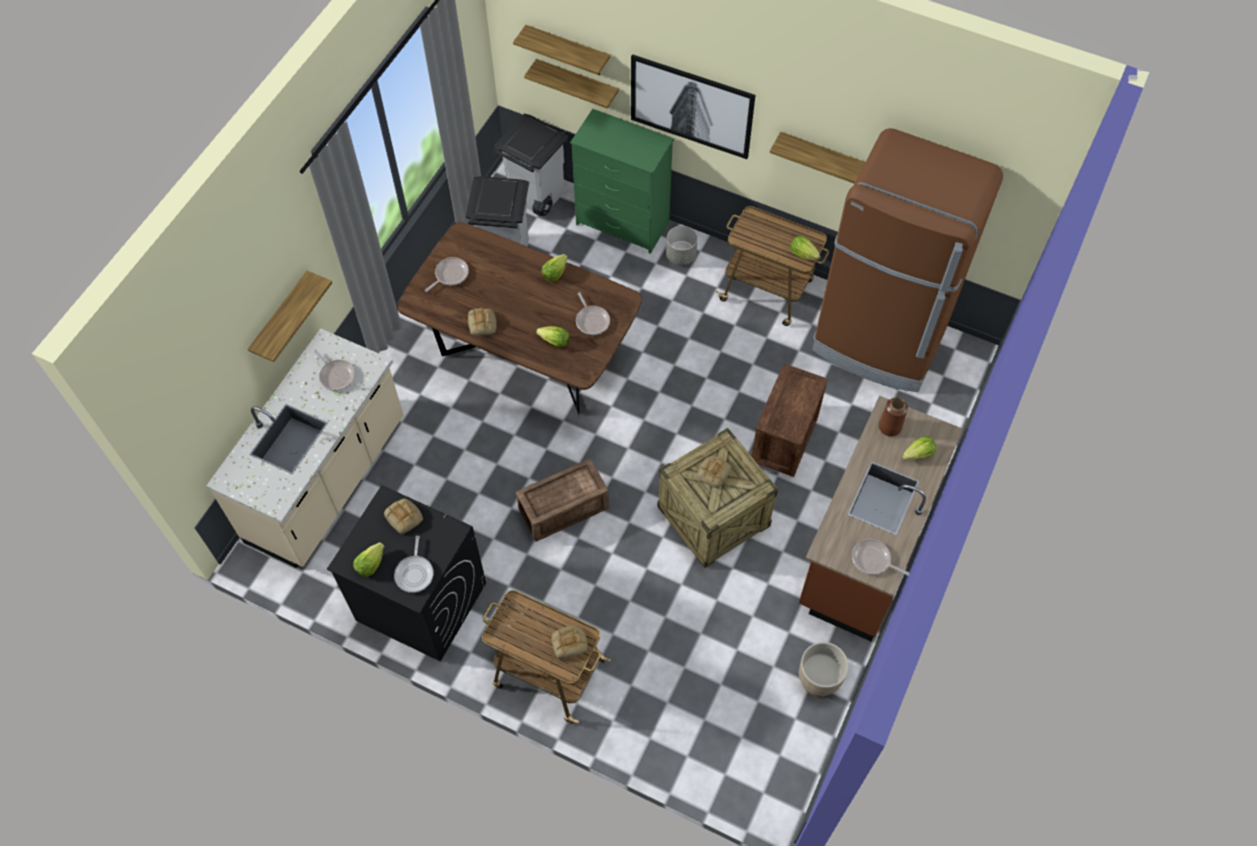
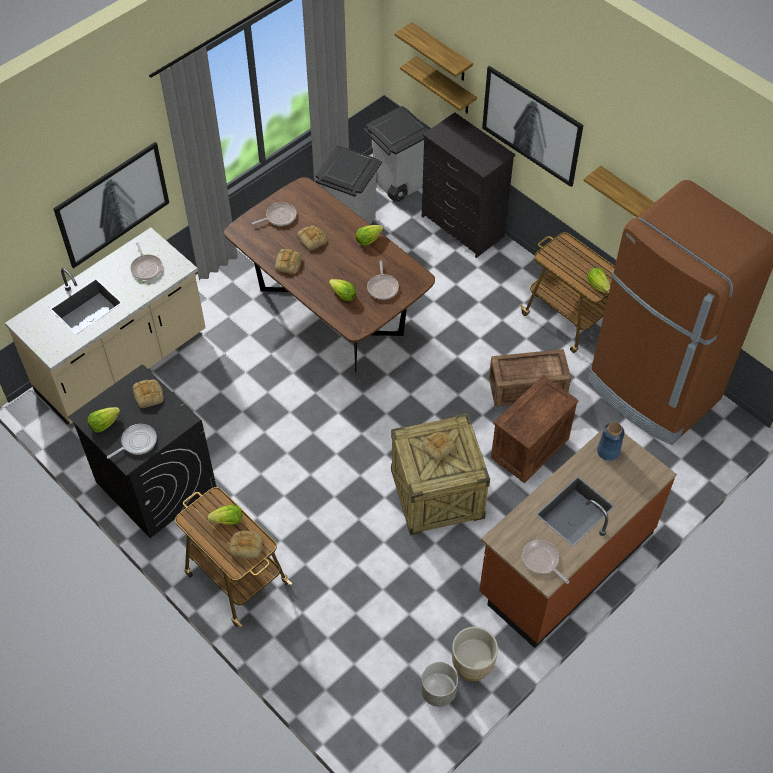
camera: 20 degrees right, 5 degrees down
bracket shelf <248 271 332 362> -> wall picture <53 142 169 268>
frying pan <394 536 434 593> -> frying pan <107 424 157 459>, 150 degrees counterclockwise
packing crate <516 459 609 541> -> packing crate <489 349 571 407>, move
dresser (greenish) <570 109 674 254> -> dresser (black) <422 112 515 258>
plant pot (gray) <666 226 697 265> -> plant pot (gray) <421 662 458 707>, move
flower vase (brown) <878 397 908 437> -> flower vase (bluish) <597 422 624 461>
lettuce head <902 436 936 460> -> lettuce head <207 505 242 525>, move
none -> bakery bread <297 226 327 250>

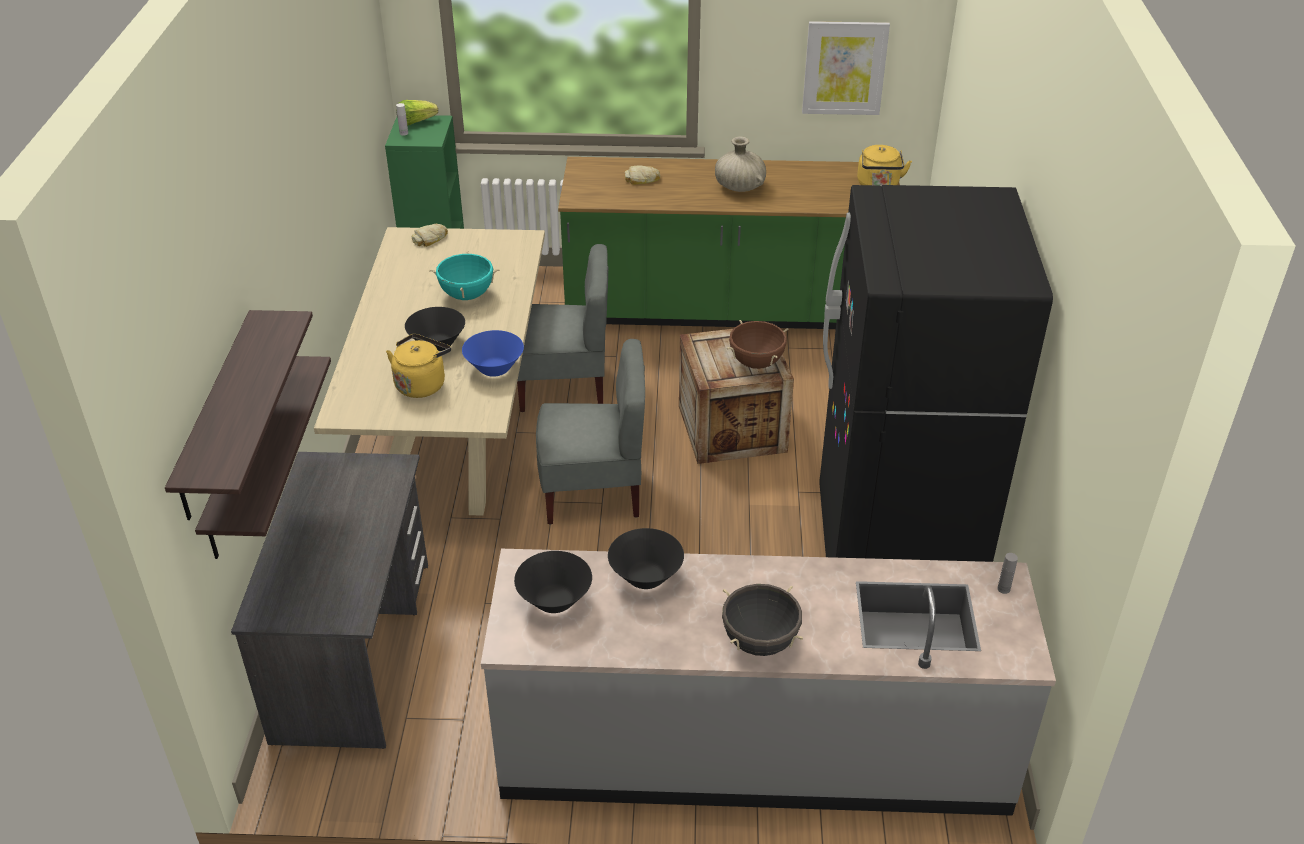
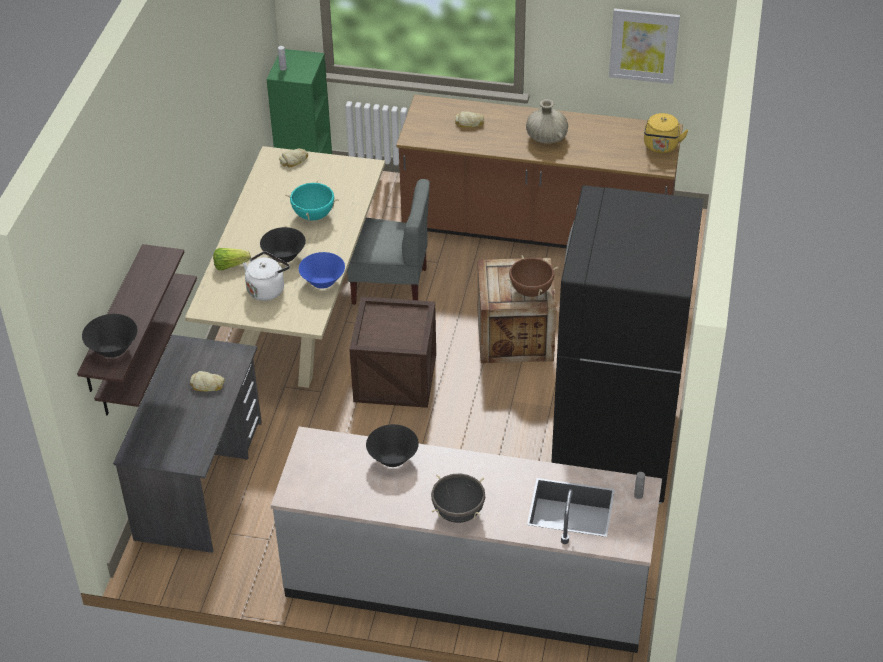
camera: 10 degrees right, 5 degrees up
kettle (yellowish) <386 334 451 398> -> kettle (white) <243 251 290 301>
lettuce head <396 100 438 126> -> lettuce head <213 248 251 270>, move
bowl (black) <514 551 592 613> -> bowl (black) <82 314 138 358>, move
upright chair (gray) <536 339 645 524> -> packing crate <349 297 436 408>
counter (greenish) <558 157 900 329> -> counter (brown) <396 95 683 249>
none -> bakery bread <190 371 225 391>

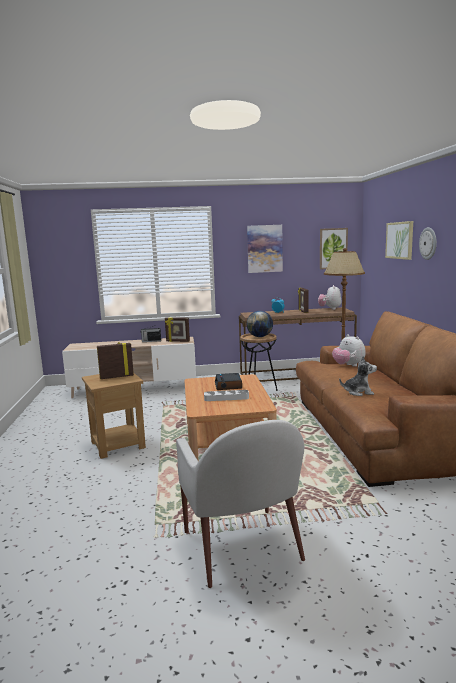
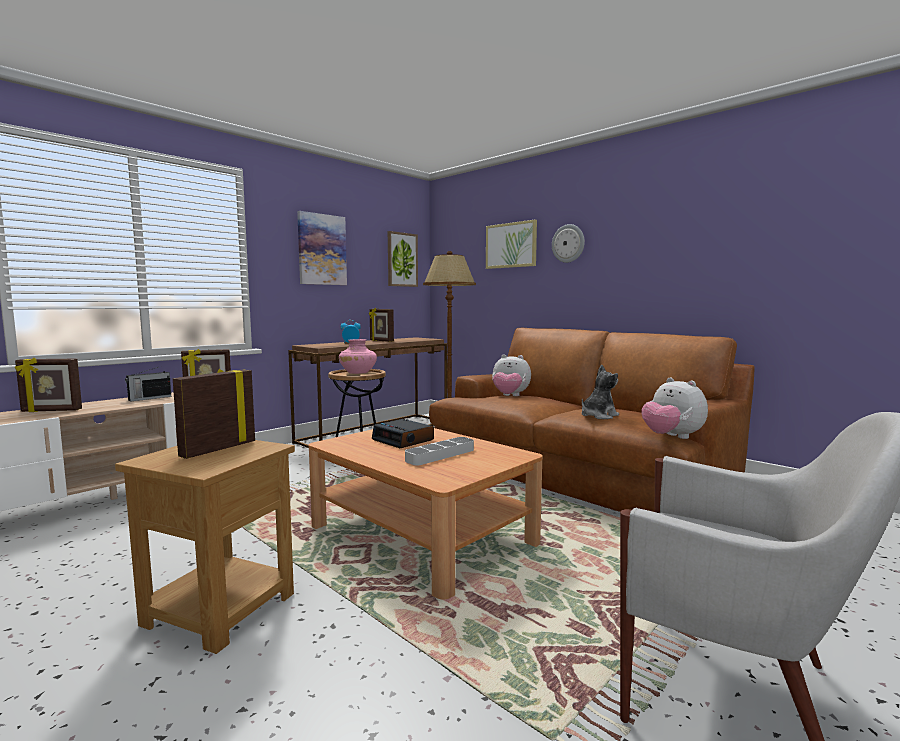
camera: 40 degrees left, 5 degrees down
desk globe <247 311 273 337> -> flower vase (pinkish) <339 339 377 374>
soft toy <318 285 342 310> -> soft toy <642 378 708 439>, move
none -> photo frame <15 358 82 412>

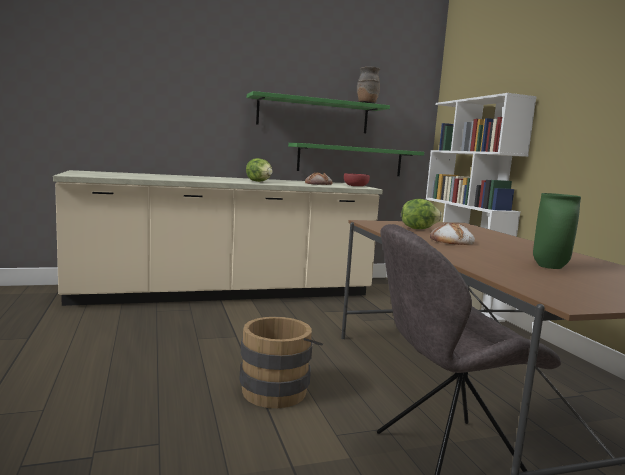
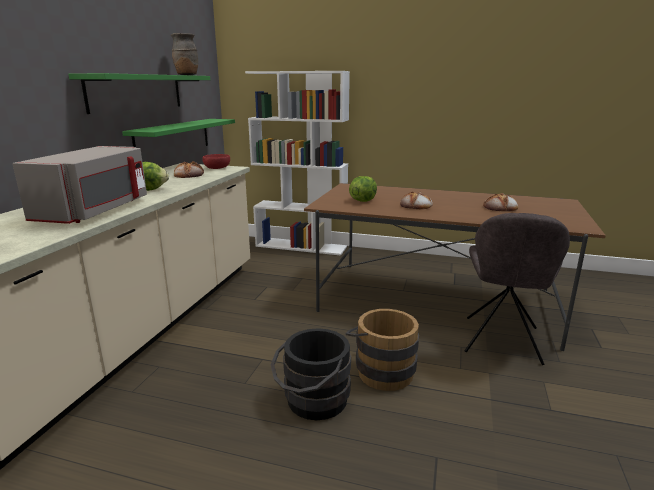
camera: 55 degrees left, 10 degrees up
flower vase (greenish) <533 193 581 269> -> bakery bread <483 193 518 211>
none -> microwave (gray) <12 146 147 224>
none -> pail (black) <271 328 351 420>

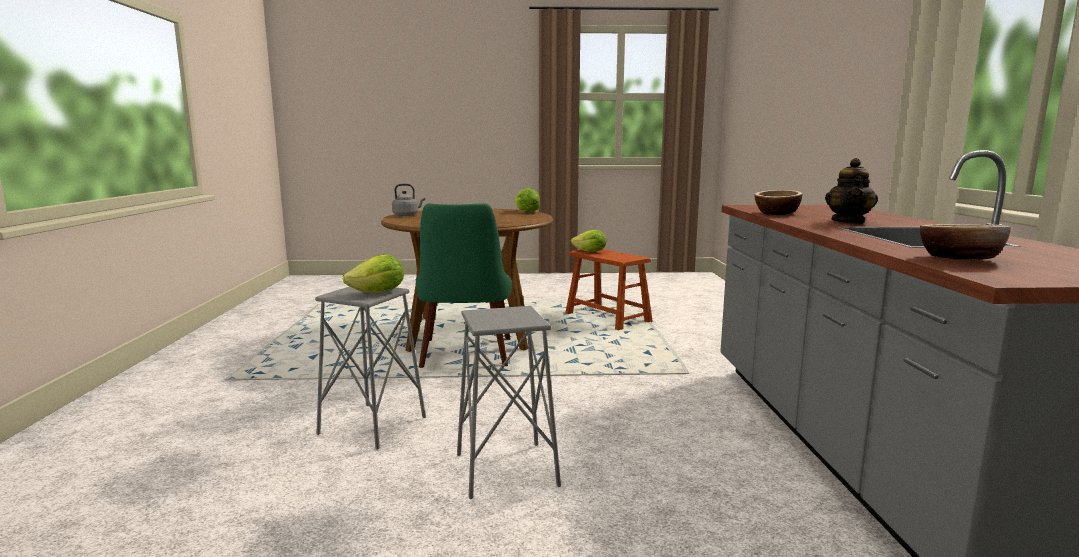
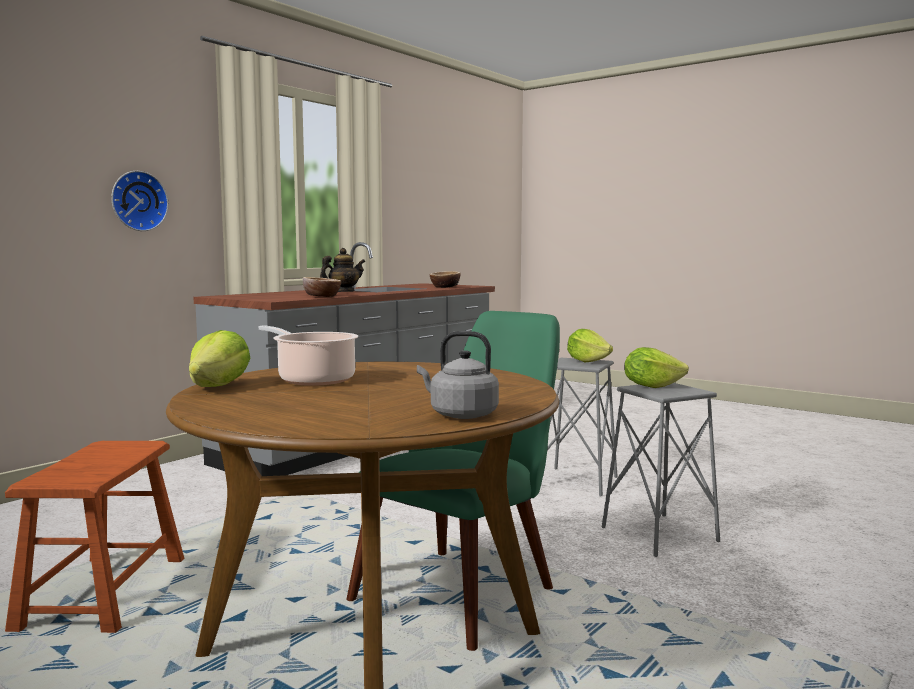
camera: 140 degrees left, 5 degrees down
lettuce head <571 230 606 252> -> lettuce head <567 329 613 362>, move
none -> wall clock <111 171 168 231>
none -> stockpot <259 325 358 386>

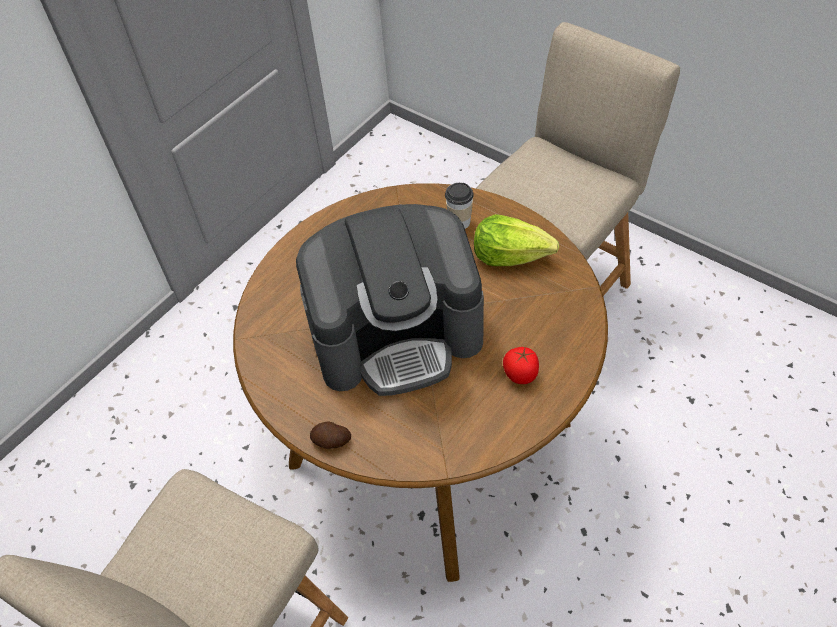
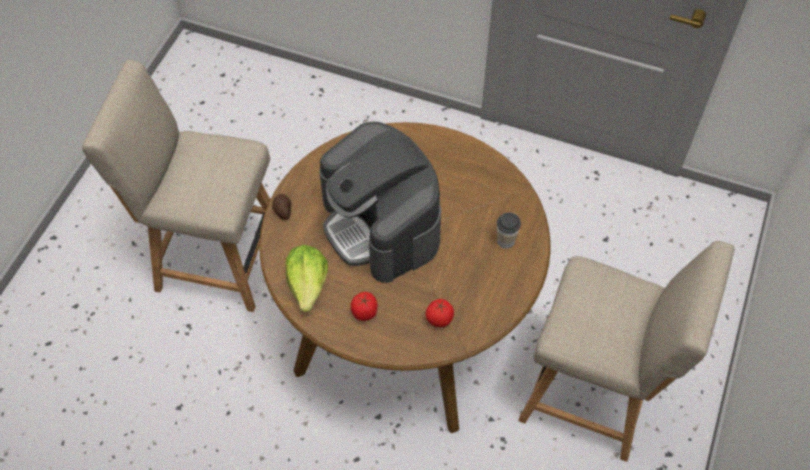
camera: 70 degrees right, 5 degrees up
lettuce head <474 214 559 266> -> lettuce head <285 245 328 312>, move
none -> fresh tomato <426 299 454 327>

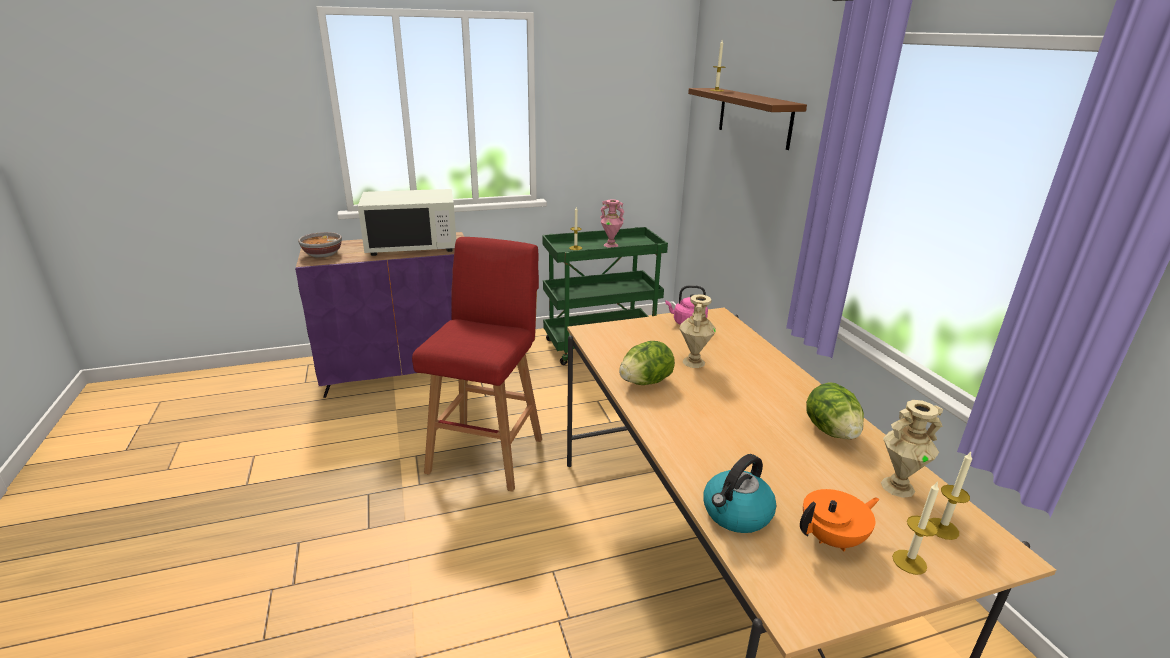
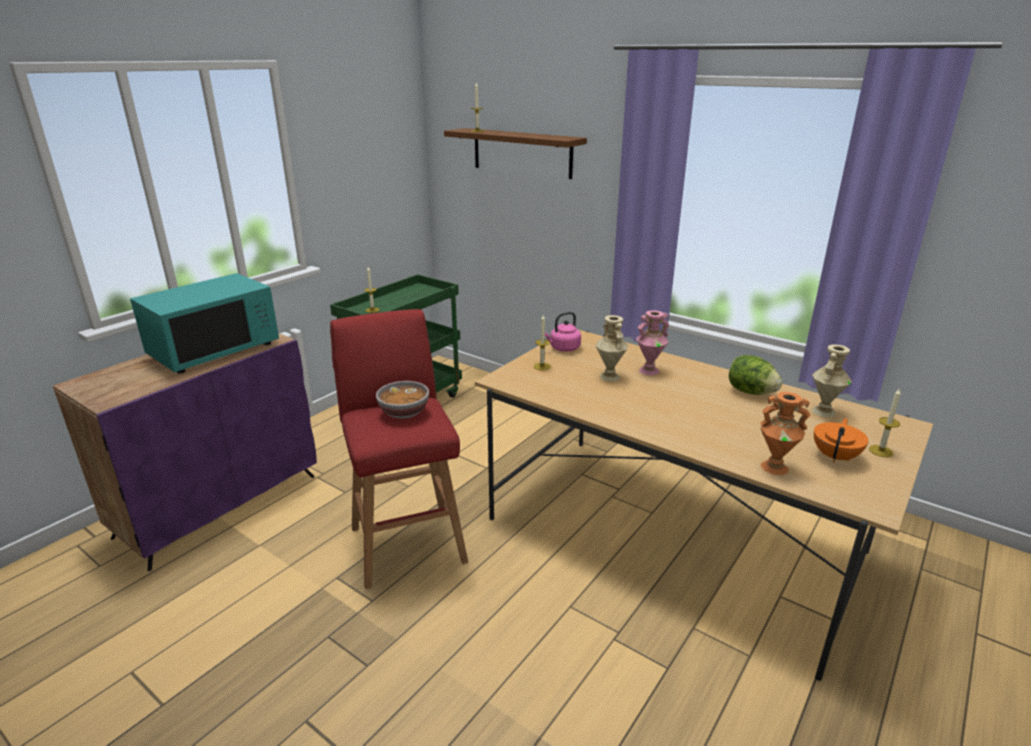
camera: 35 degrees left, 0 degrees up
bowl <298 232 342 258> -> bowl <376 381 429 419>, move
microwave (white) <358 189 456 256> -> microwave (turquoise) <130 273 279 374>
flower vase (pinkish) <600 199 624 248> -> flower vase (pinkish) <636 310 669 375>, move
lettuce head <619 341 675 385> -> none
kettle <703 454 776 533> -> flower vase (orange-coloured) <760 392 811 475>
candle <929 452 972 540> -> candle <534 315 551 370>, move

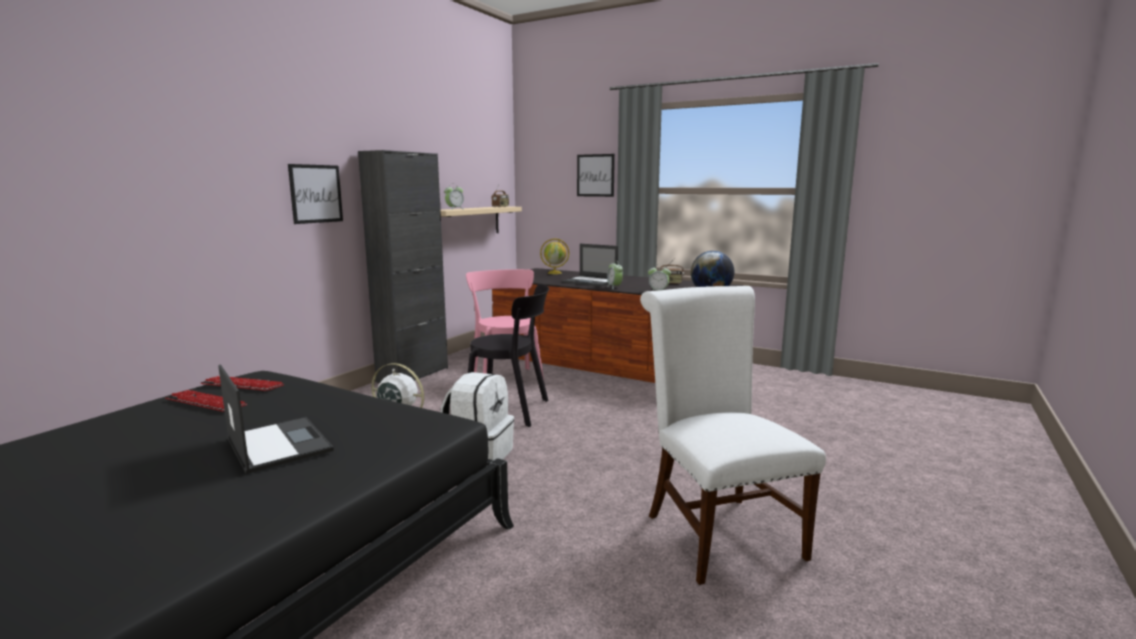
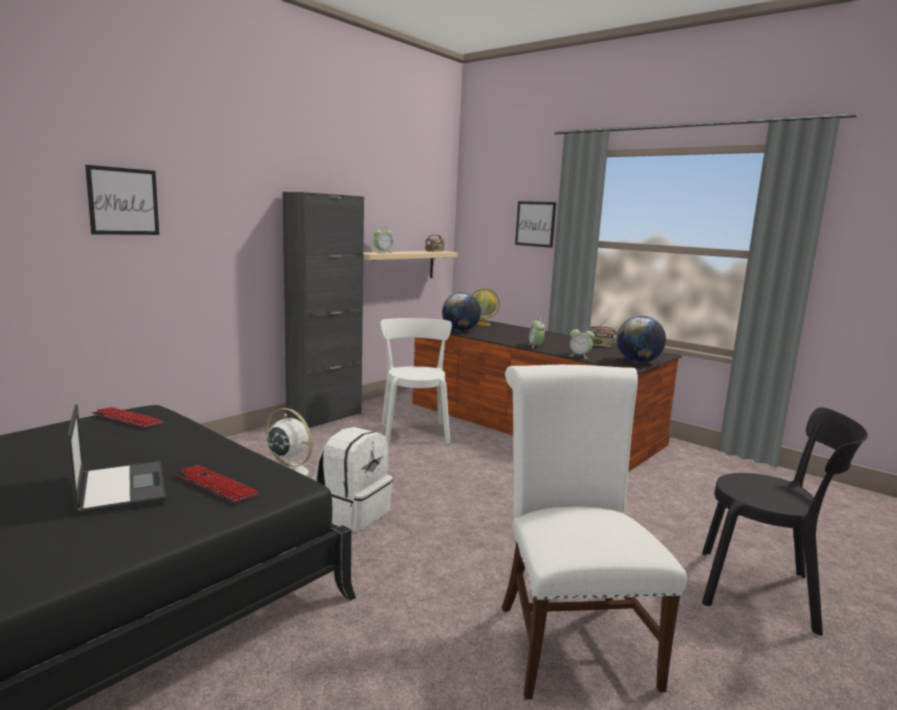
camera: 10 degrees right, 0 degrees up
keyboard <165 390 247 413> -> keyboard <174 465 260 503>, move
wall picture <288 164 343 224> -> wall picture <85 165 159 235>, move
upright chair (pinkish) <466 269 544 380> -> upright chair (white) <381 318 452 445>
upright chair (black) <468 284 549 427> -> upright chair (black) <702 407 868 636>, move
portable computer <562 244 618 286> -> none
none -> desk globe <442 292 481 331>

